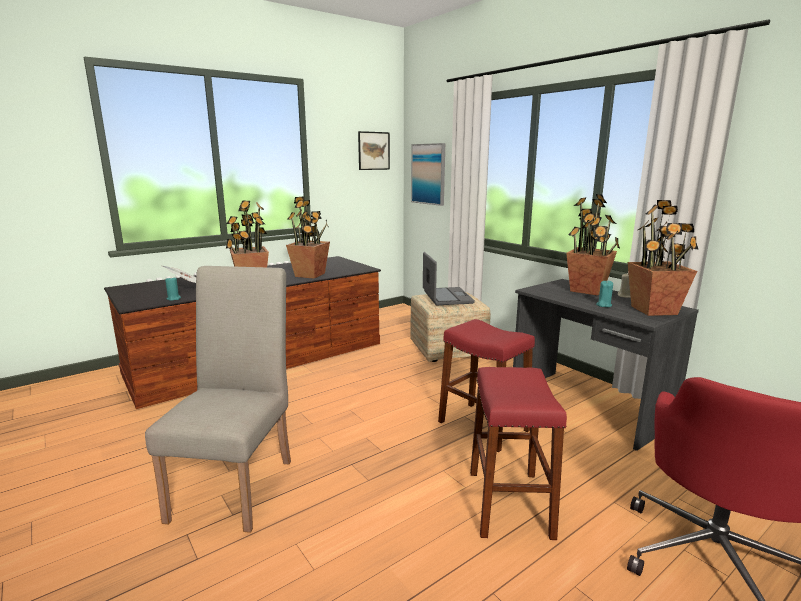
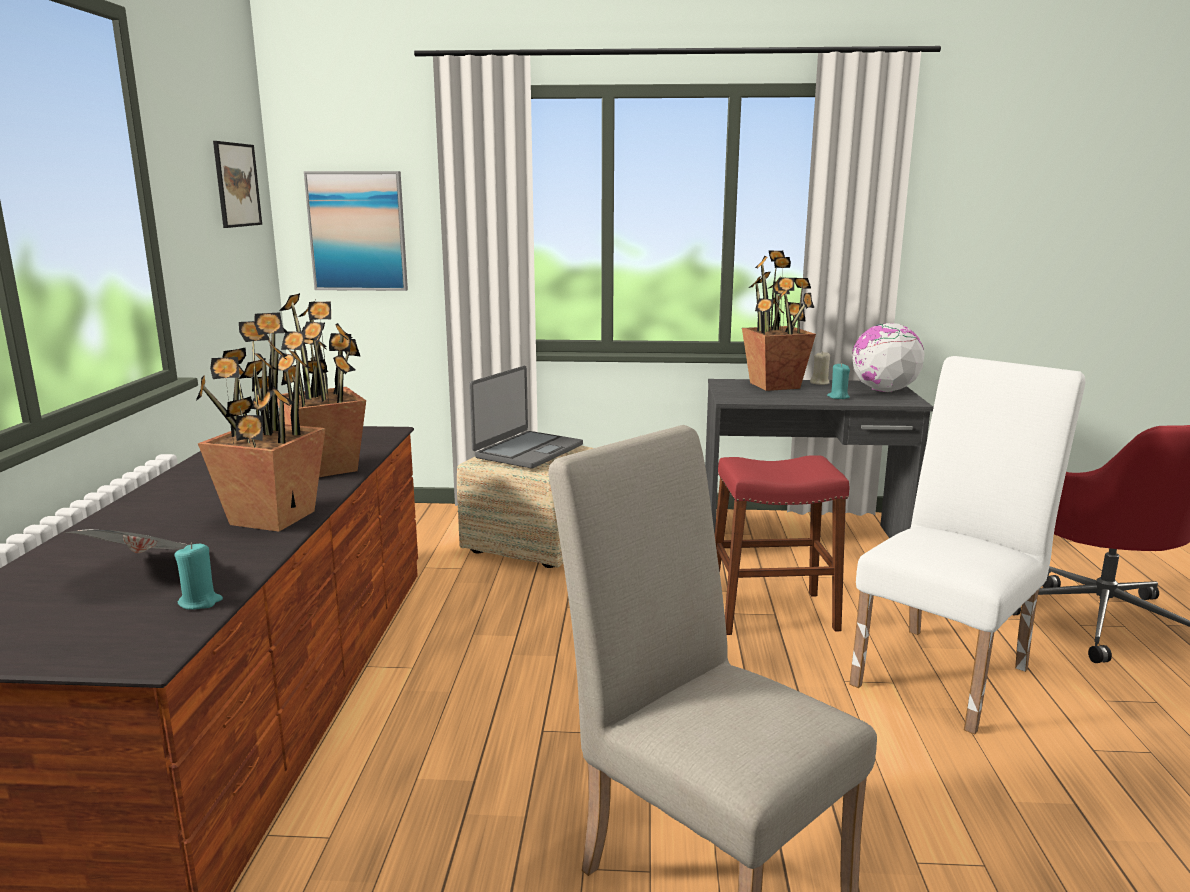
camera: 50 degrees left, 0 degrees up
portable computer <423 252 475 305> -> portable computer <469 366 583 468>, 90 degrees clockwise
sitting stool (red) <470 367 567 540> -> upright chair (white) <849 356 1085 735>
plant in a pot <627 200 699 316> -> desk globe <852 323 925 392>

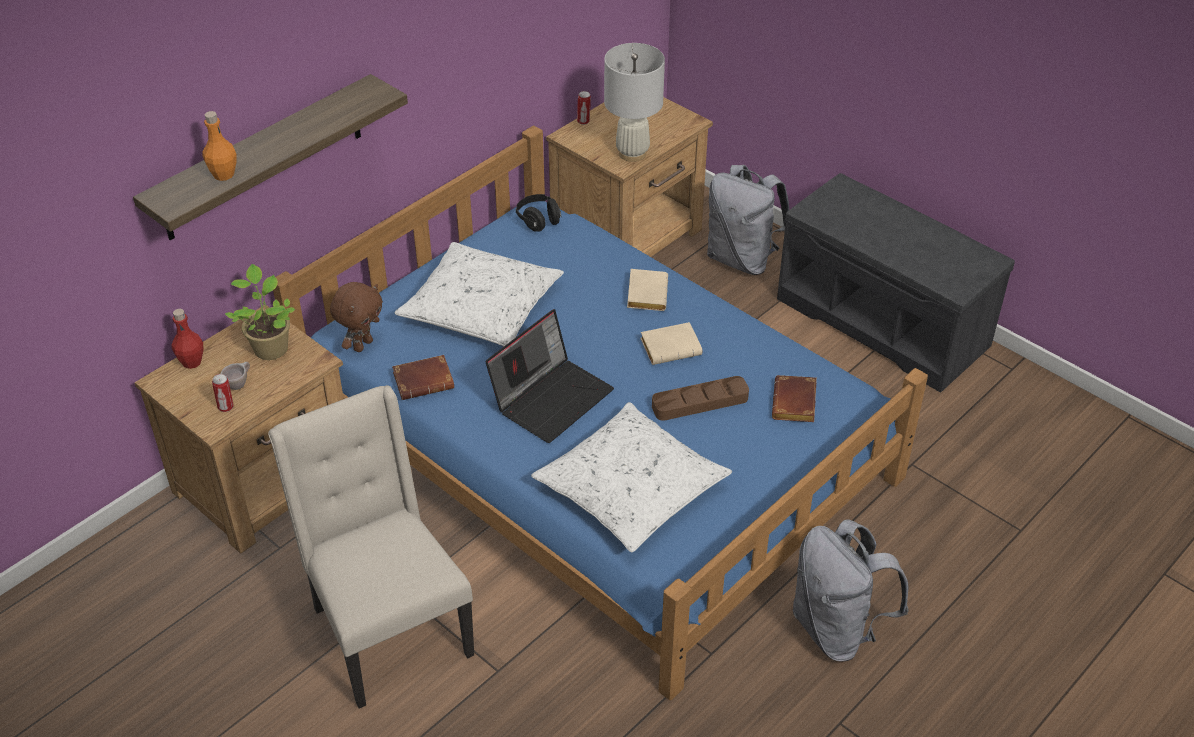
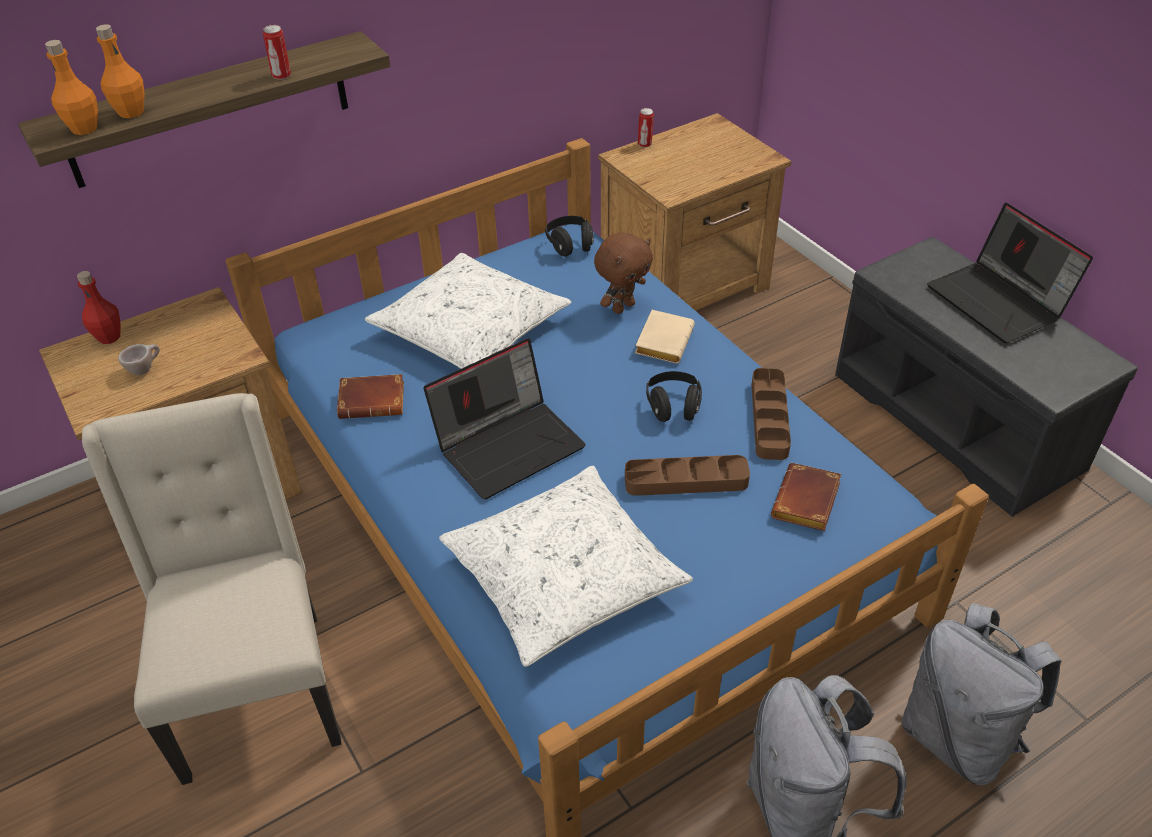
camera: 15 degrees right, 0 degrees up
can <212 374 233 412> -> can <263 25 291 80>, move
plant in a pot <225 264 295 360> -> none
soft toy (brown) <330 282 383 352> -> soft toy (brown) <594 232 653 314>, move
lamp for a table (white) <604 43 665 162> -> none
volume (sand-coloured) <640 322 702 365> -> headset (black) <646 371 702 422>
rucksack (gray) <707 165 789 275> -> rucksack (gray) <902 603 1061 785>, move
none -> drink bottle (orange-coloured) <45 40 98 135>
none -> tray (brown) <752 368 791 460>
none -> portable computer <927 203 1093 343>

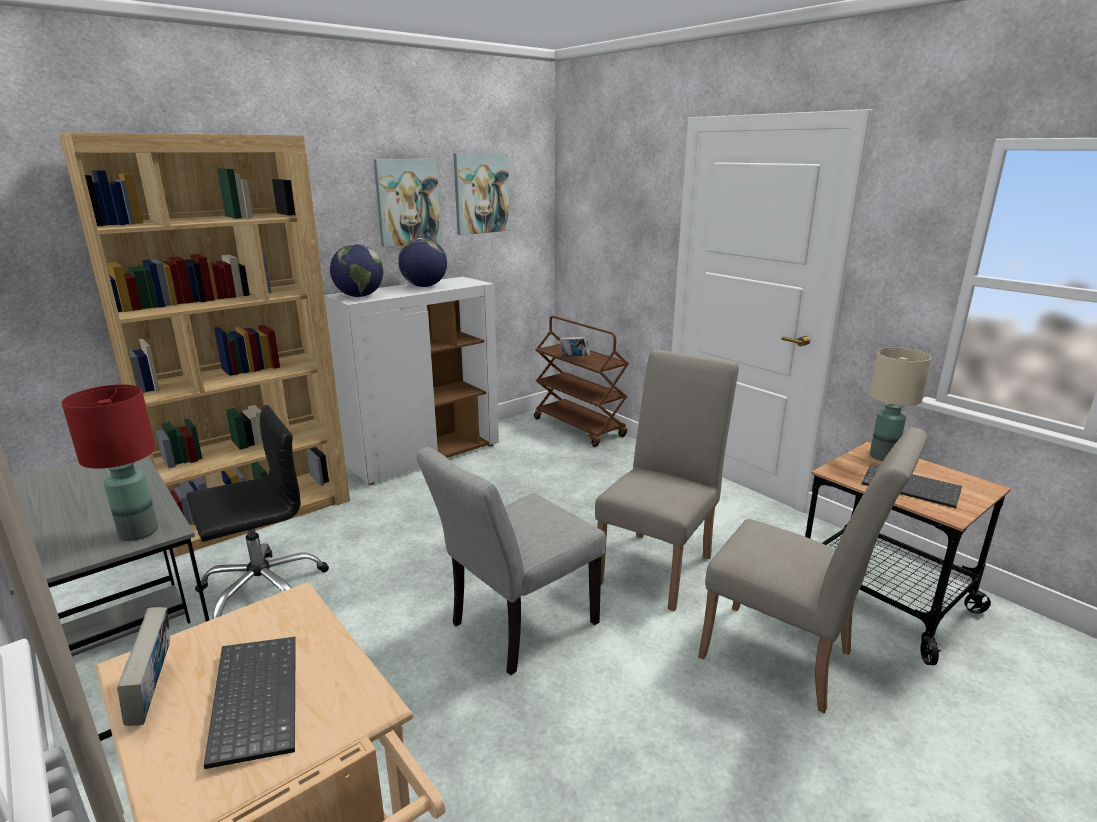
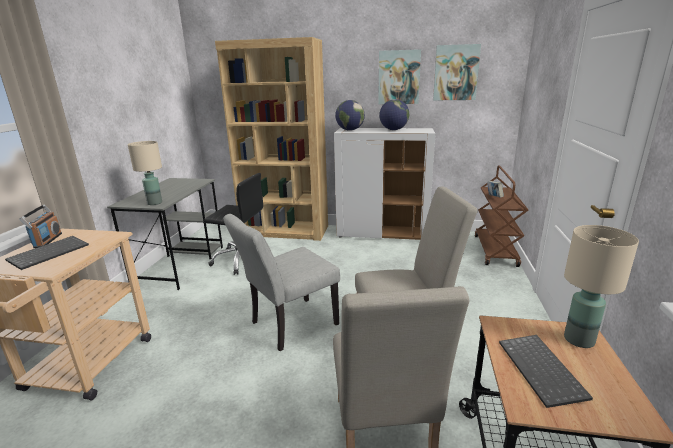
camera: 50 degrees right, 0 degrees up
lamp for a table (red) <62 384 158 541> -> lamp for a table (sand-coloured) <128 141 162 205>
volume <117 607 170 726> -> radio set <20 204 62 248>
upright chair (gray) <416 447 606 675> -> upright chair (gray) <223 214 340 351>, 45 degrees counterclockwise

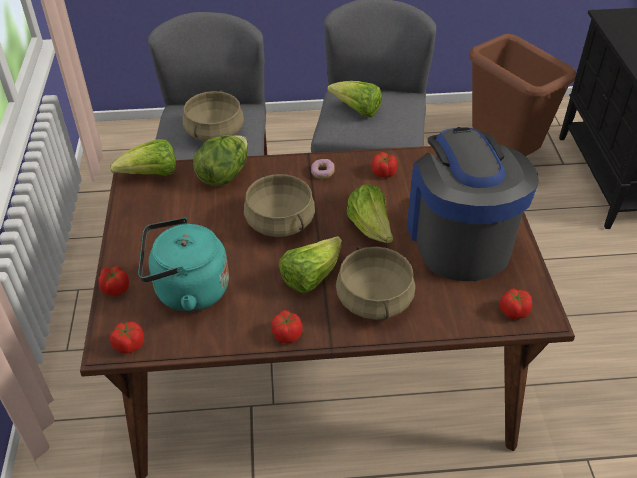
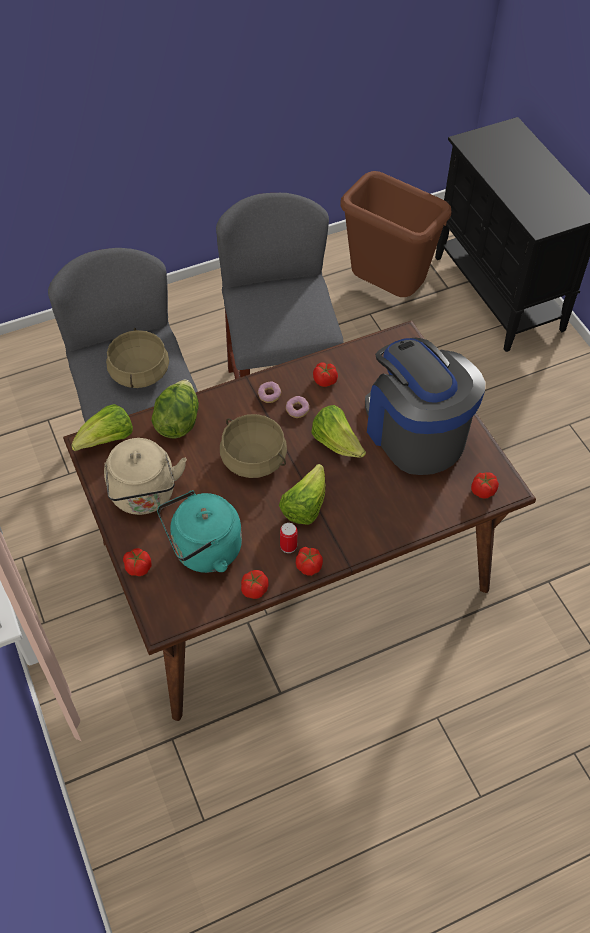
camera: 20 degrees left, 10 degrees up
fresh tomato <110 322 144 354> -> fresh tomato <241 570 269 599>, move
lettuce head <327 81 382 118> -> none
stockpot (sand-coloured) <336 246 416 320> -> none
none -> kettle (sand-coloured) <104 438 187 515>
none -> can <280 523 297 553>
none -> donut <286 396 309 418>

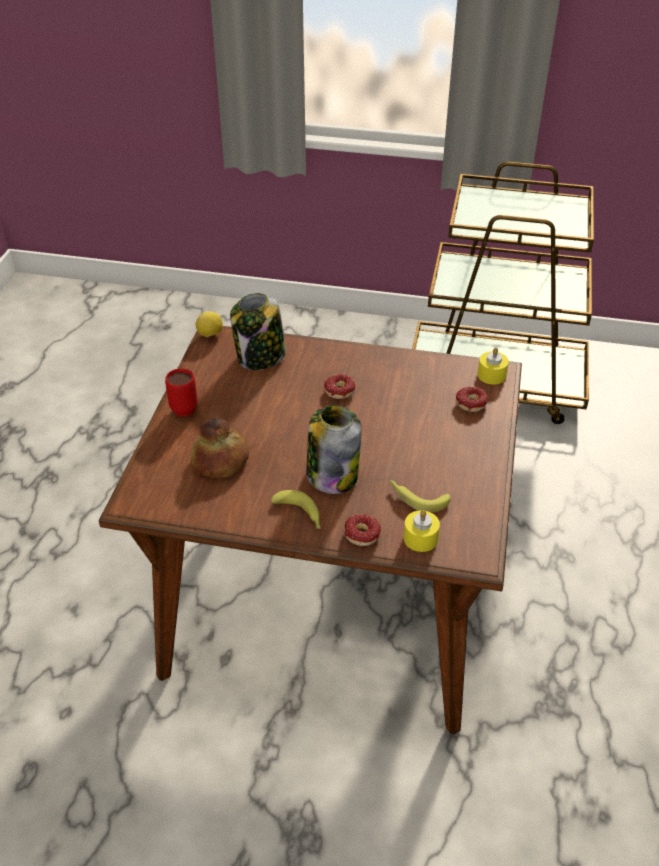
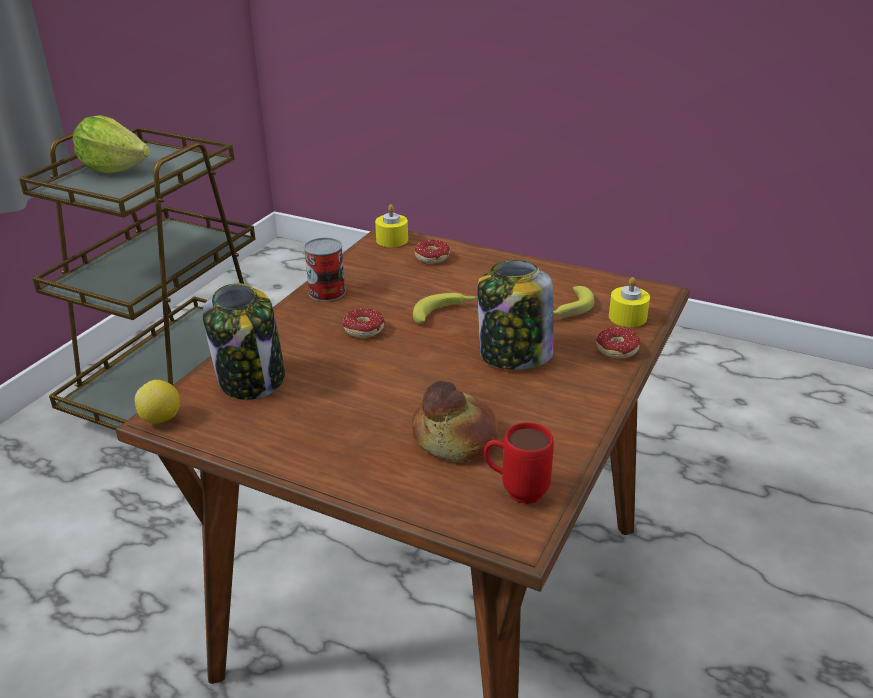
camera: 75 degrees left, 10 degrees down
tea mug (red) <165 368 198 417> -> tea mug (red) <484 422 554 504>, move
whole banana <271 490 321 529> -> whole banana <413 293 477 324>, move
none -> lettuce head <73 115 150 174>
none -> can <304 237 346 301>

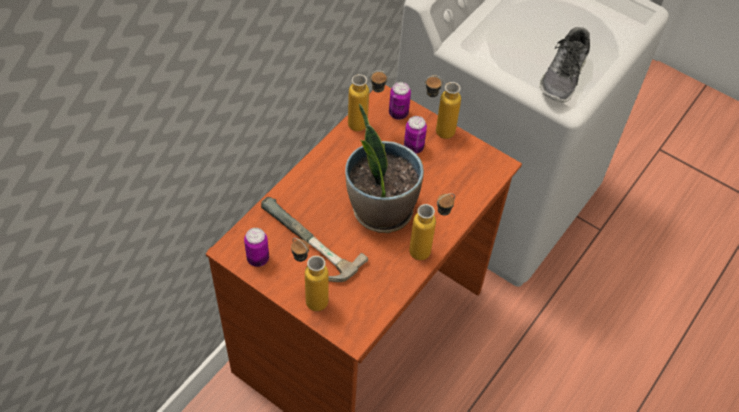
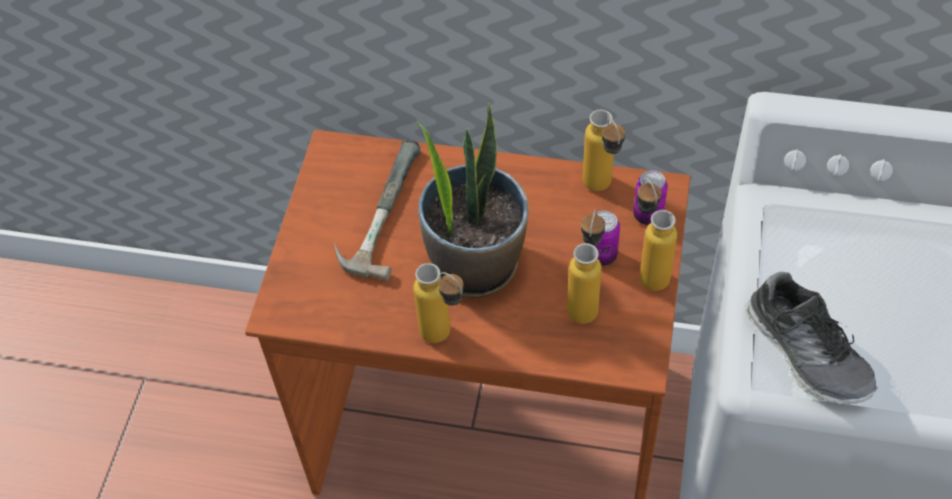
camera: 70 degrees right, 0 degrees up
can <244 228 269 267> -> none
drink bottle <291 238 328 311> -> drink bottle <567 209 605 324>, move
item of footwear <540 27 590 103> -> item of footwear <745 272 878 404>, 120 degrees counterclockwise

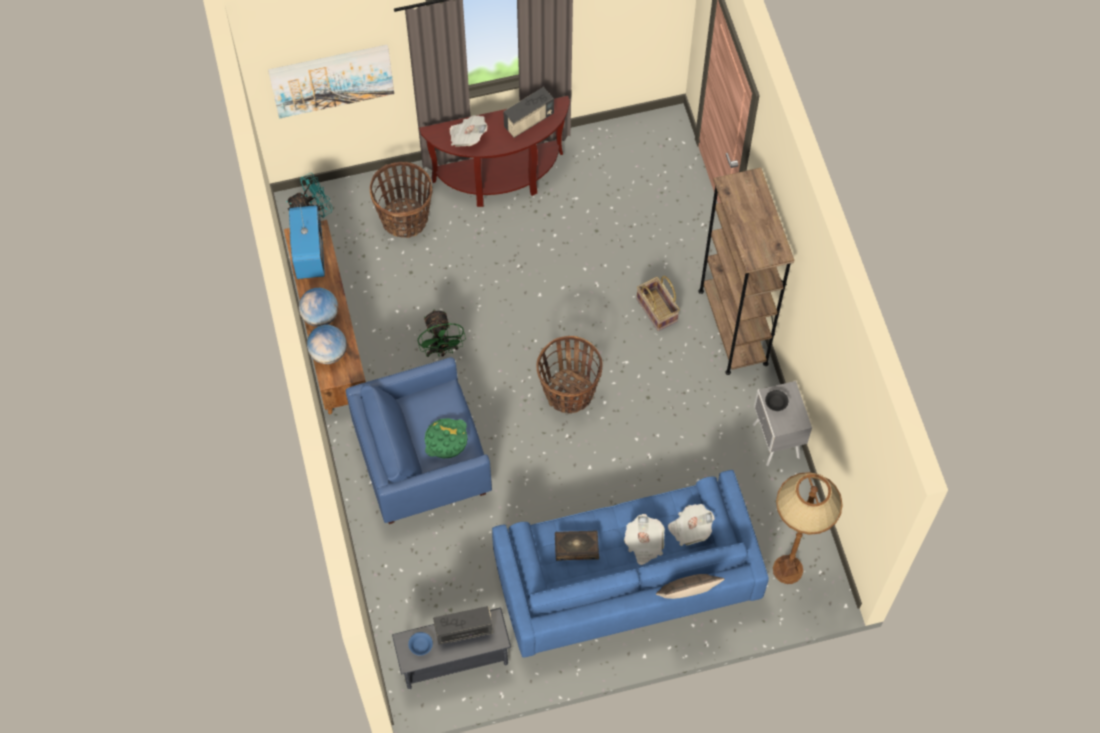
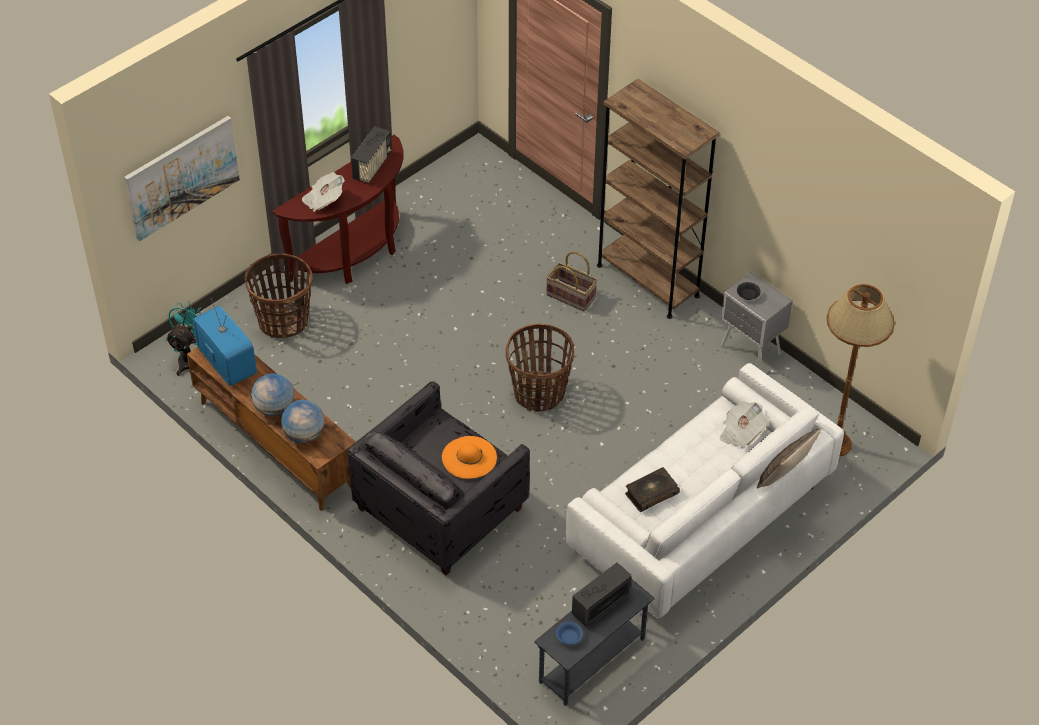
camera: 30 degrees left, 15 degrees down
easy chair (bluish) <346 357 492 524> -> easy chair (gray) <347 381 530 575>
cooling fan (greenish) <418 309 466 357> -> none
tray (greenish) <425 418 468 459> -> hat (orange-coloured) <442 436 497 479>
couch (bluish) <492 470 769 657> -> couch (white) <565 363 844 619>
daily paper <624 514 665 565> -> none

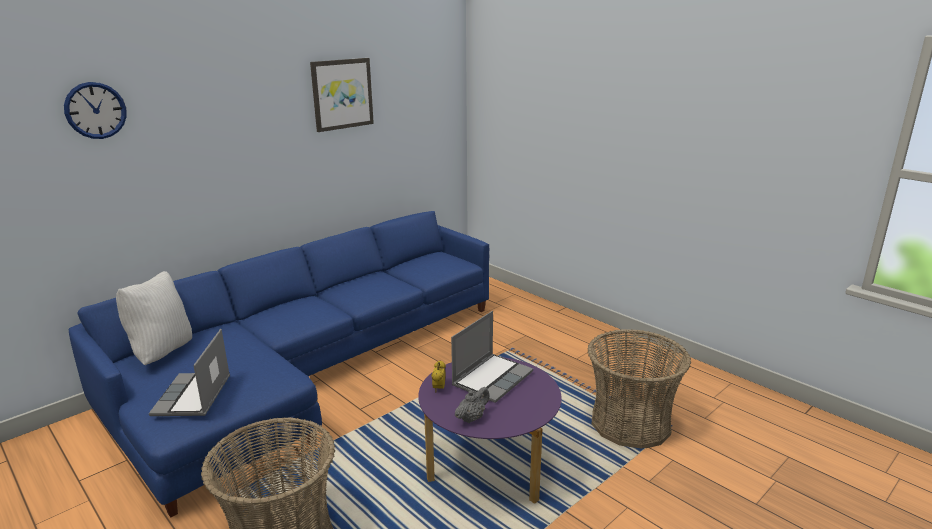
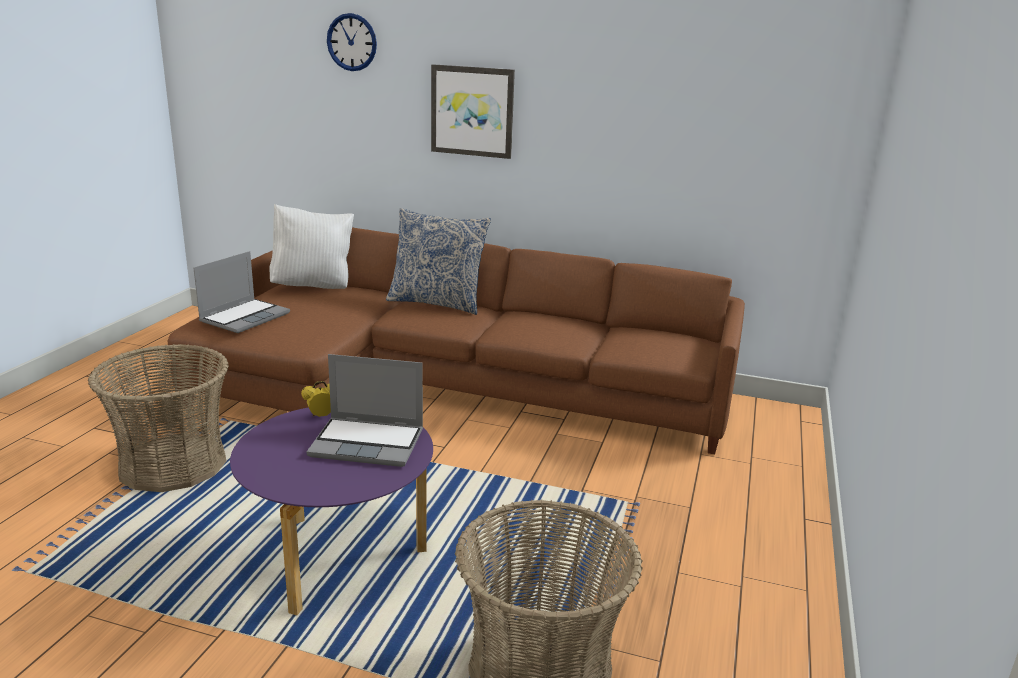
camera: 60 degrees right, 0 degrees up
couch (bluish) <69 211 489 518> -> couch (brown) <168 228 745 454>
portable computer <149 329 230 416> -> portable computer <194 251 290 333>, 150 degrees clockwise
wall picture <310 58 374 132> -> wall picture <431 64 515 159>, move
teapot (gray) <455 387 489 423> -> none
none -> pillow <386 208 491 315>

